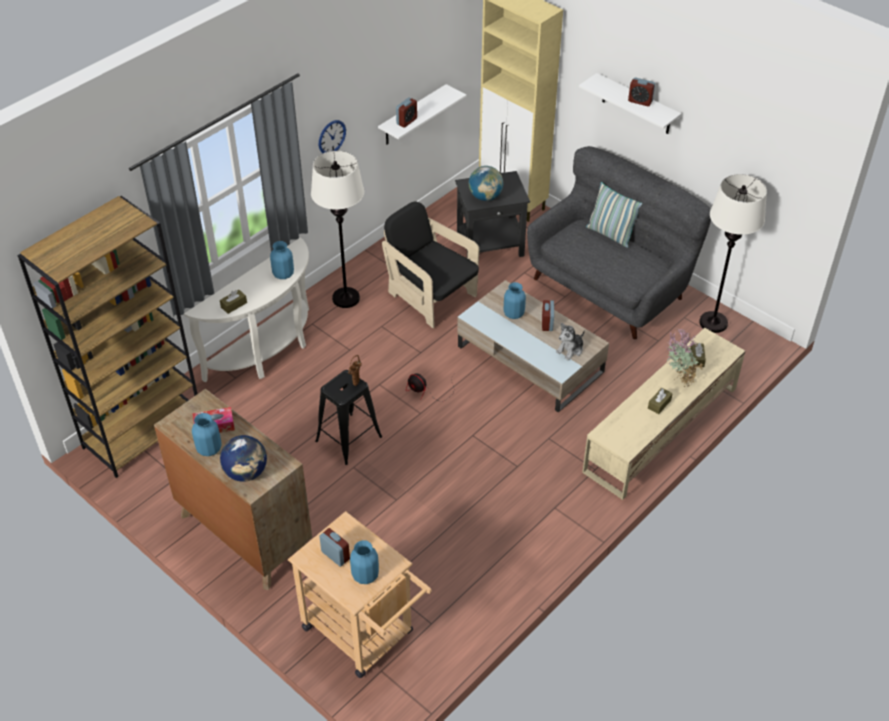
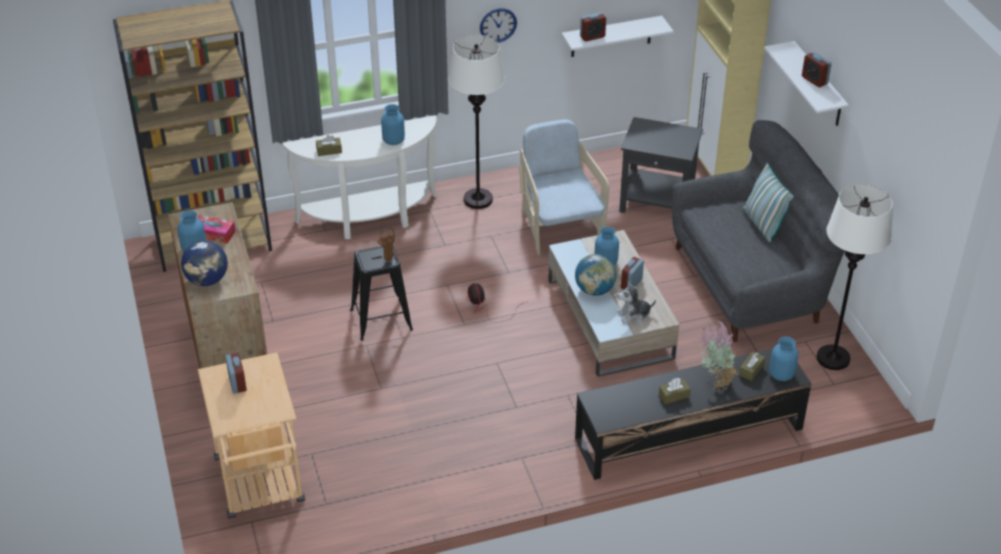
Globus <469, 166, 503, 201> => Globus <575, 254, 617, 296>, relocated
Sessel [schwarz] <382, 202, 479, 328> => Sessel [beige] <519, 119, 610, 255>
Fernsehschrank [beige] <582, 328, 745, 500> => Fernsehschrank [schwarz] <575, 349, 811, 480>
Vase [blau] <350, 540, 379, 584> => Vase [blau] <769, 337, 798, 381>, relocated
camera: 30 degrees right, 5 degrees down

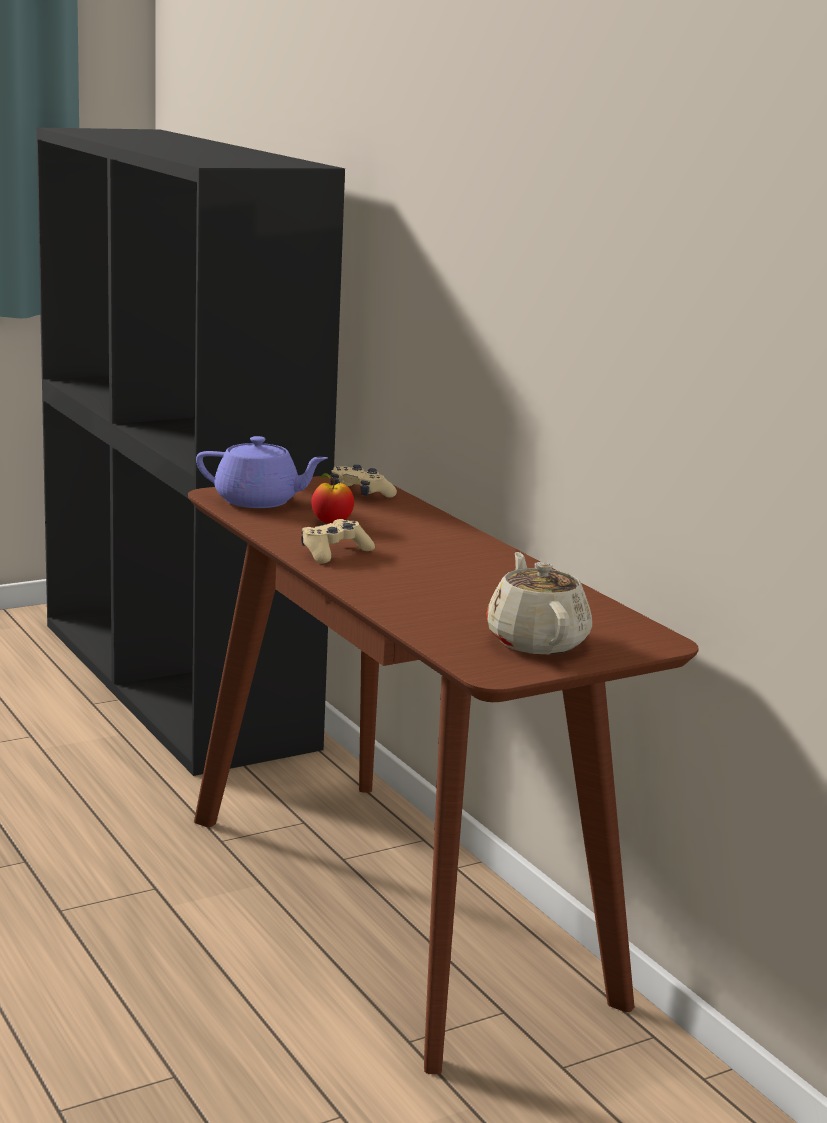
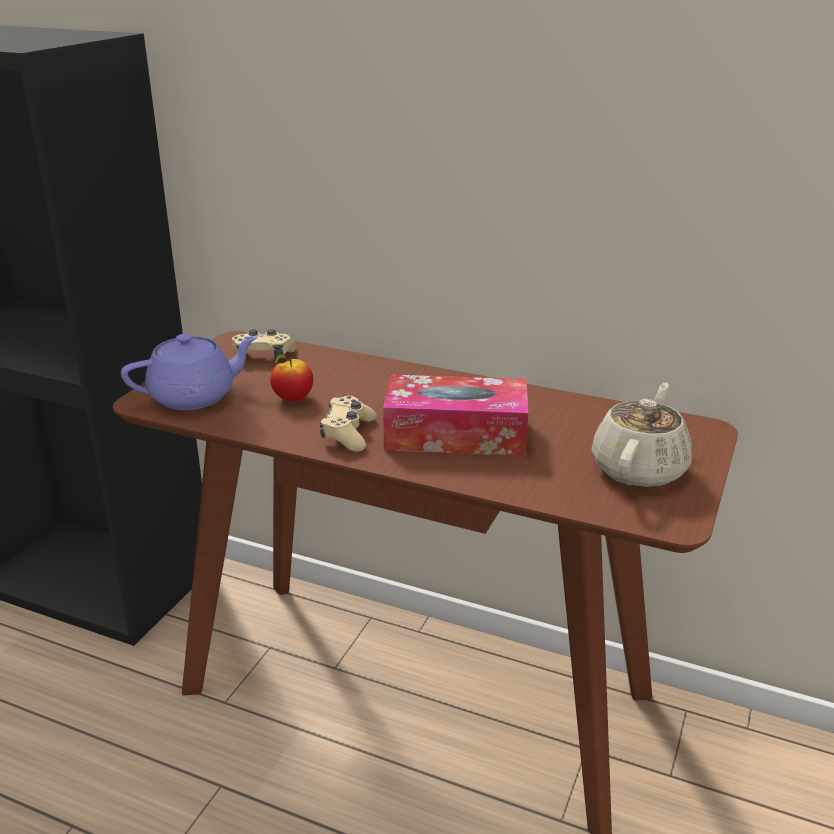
Teekanne [beige] <487, 552, 592, 654> => Teekanne [beige] <591, 383, 692, 488>, 75 degrees clockwise
nothing => Taschentuchbox <383, 374, 528, 456>
camera: 35 degrees left, 10 degrees up

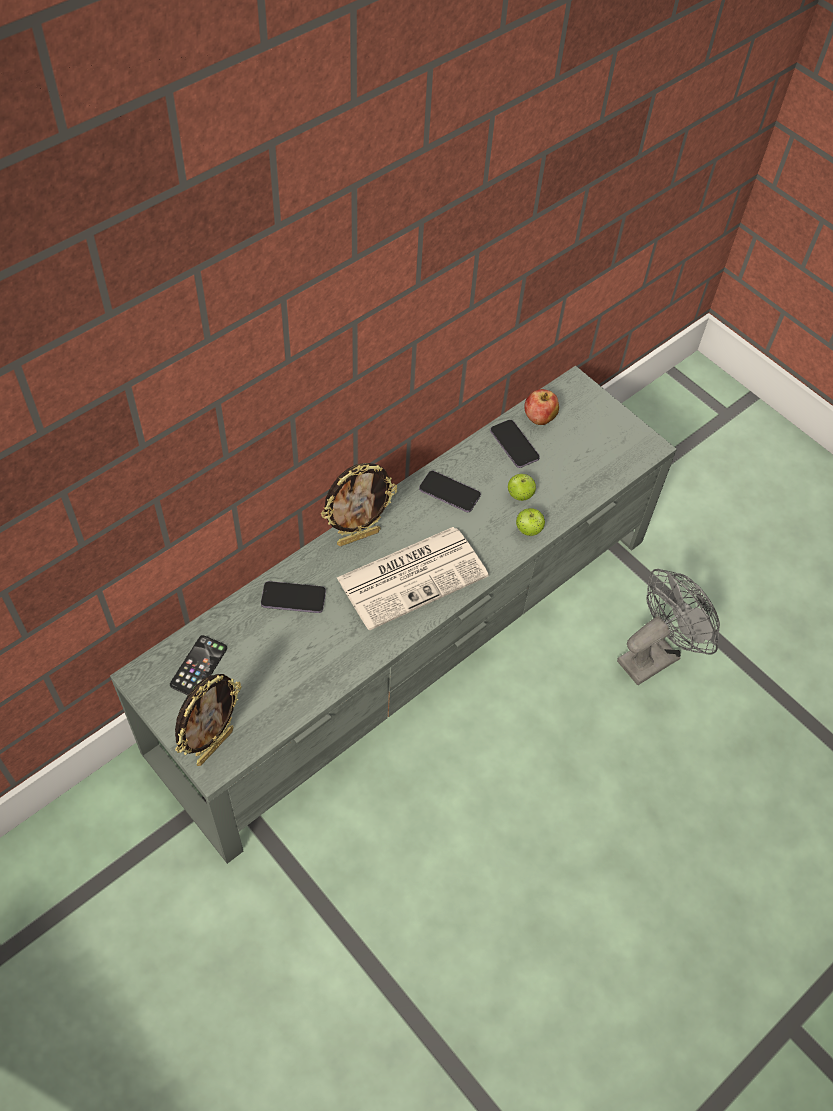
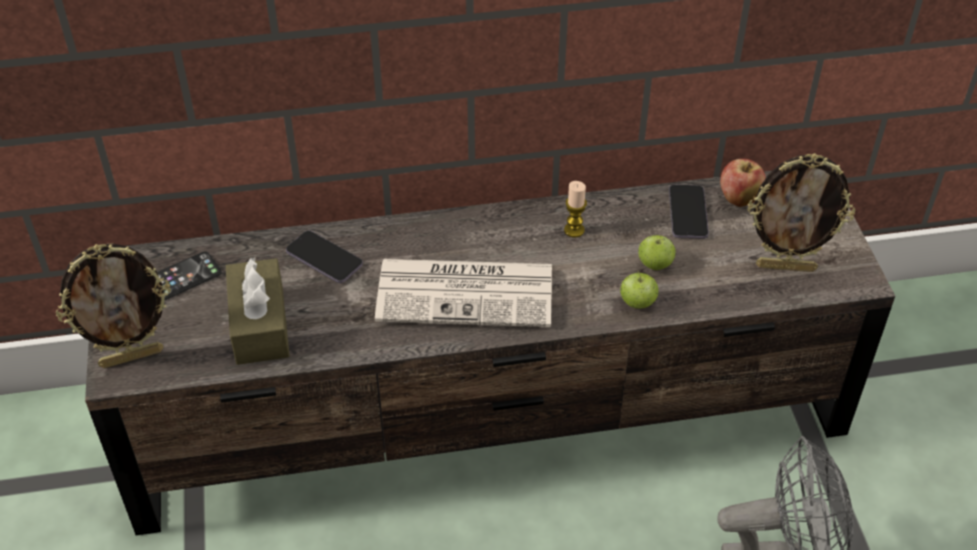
Fernsehschrank [grau] <110, 366, 677, 864> => Fernsehschrank [braun] <85, 171, 895, 535>
Bilderrahmen <321, 463, 398, 546> => Bilderrahmen <748, 153, 855, 272>, relocated
Handy <419, 471, 481, 512> => Kerze <564, 181, 587, 237>
nothing => Taschentuchbox [braun] <226, 257, 290, 365>
camera: 35 degrees right, 10 degrees down

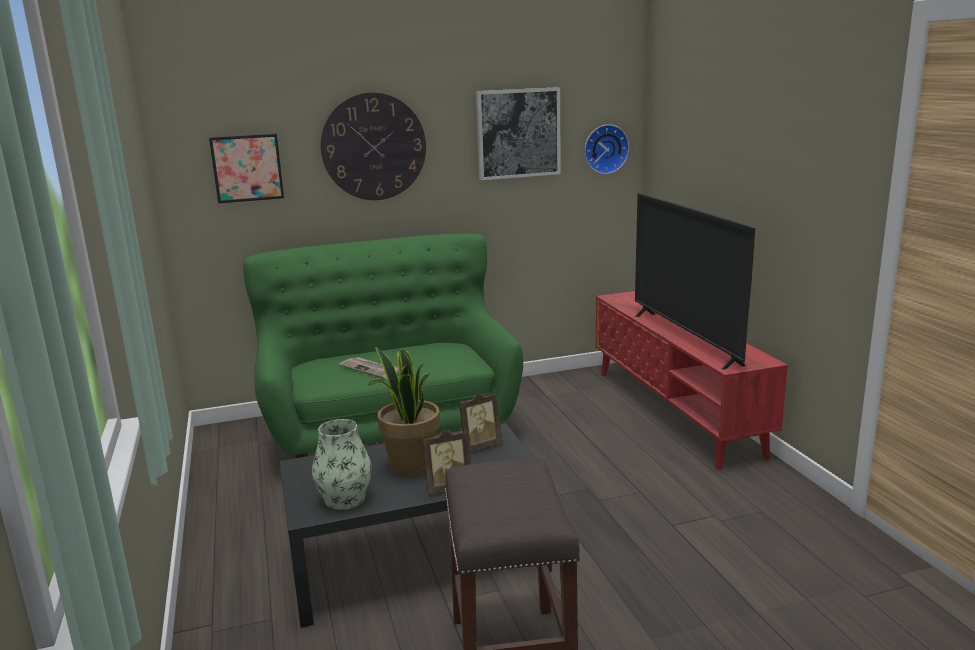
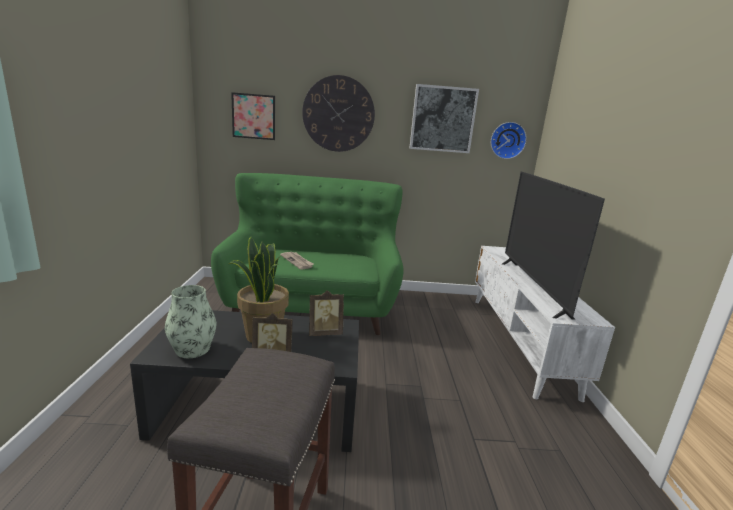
Fernsehschrank [rot] <596, 291, 788, 470> => Fernsehschrank [weiß] <475, 246, 615, 402>
camera: 15 degrees right, 0 degrees up

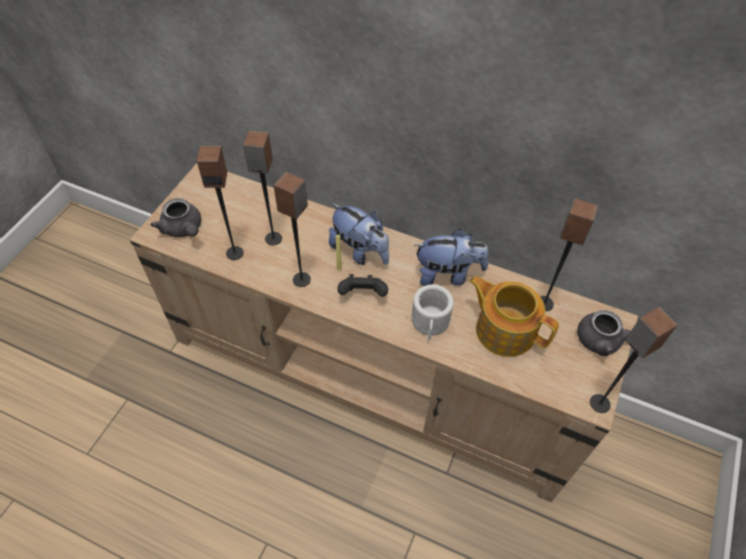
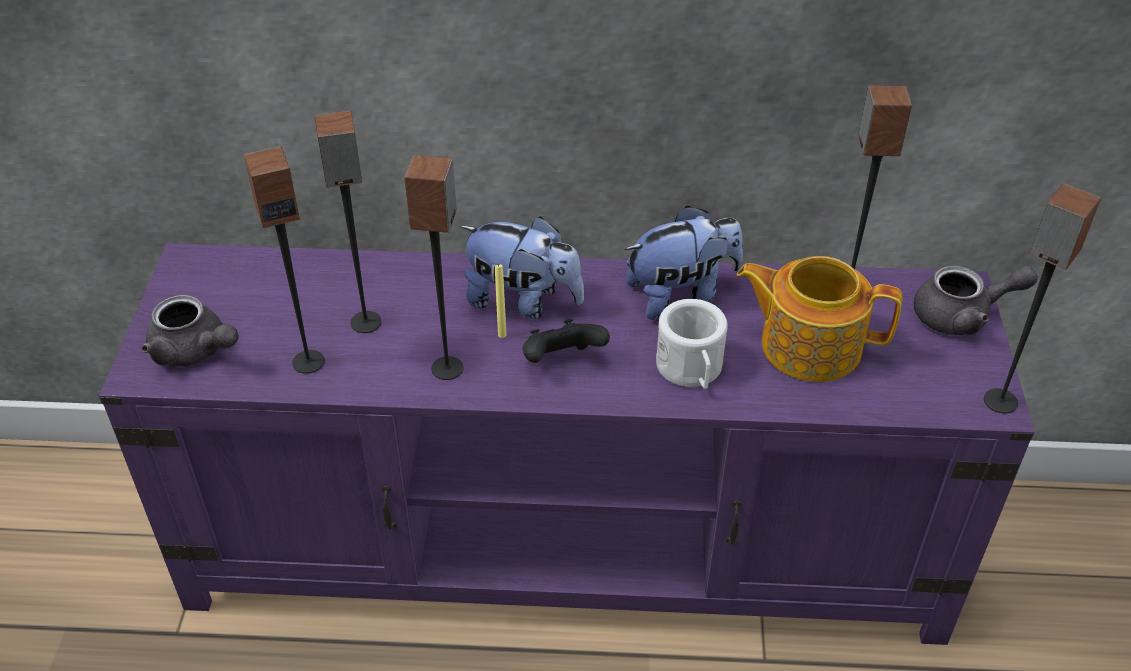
Fernsehschrank [beige] <130, 163, 638, 502> => Fernsehschrank [lila] <99, 243, 1035, 645>
camera: 20 degrees left, 10 degrees down

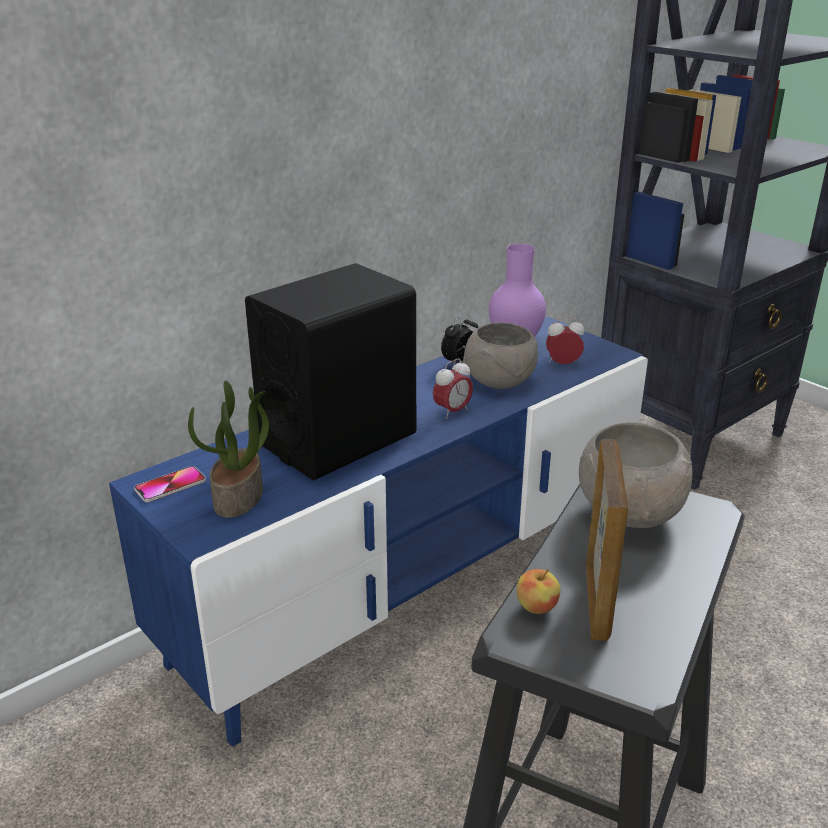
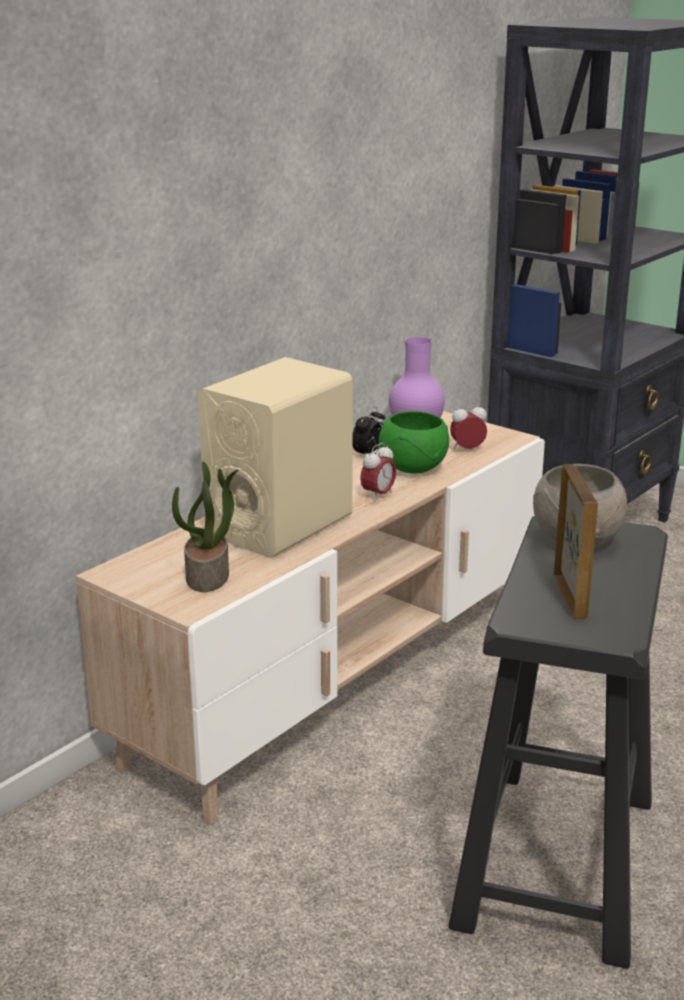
Lautsprecher [schwarz] <245, 263, 416, 480> => Lautsprecher [beige] <198, 357, 352, 558>
Fernsehschrank [blau] <109, 316, 648, 747> => Fernsehschrank [beige] <76, 411, 545, 825>
Schüssel [grau] <463, 323, 538, 389> => Schüssel [grün] <378, 411, 449, 473>
Handy <134, 466, 206, 502> => nothing
Apfel <517, 569, 560, 614> => nothing
camera: 10 degrees left, 5 degrees down

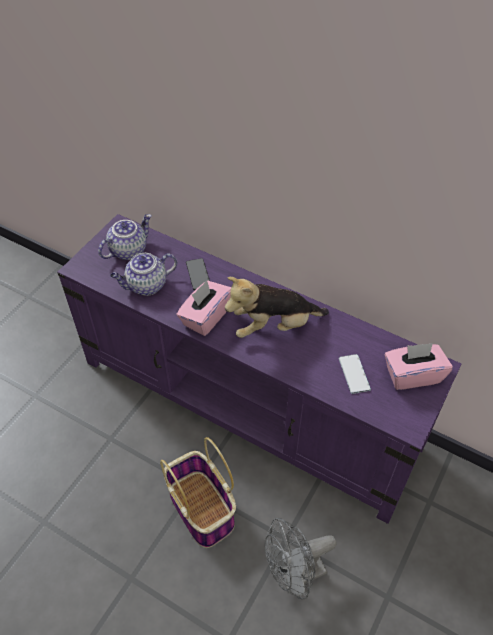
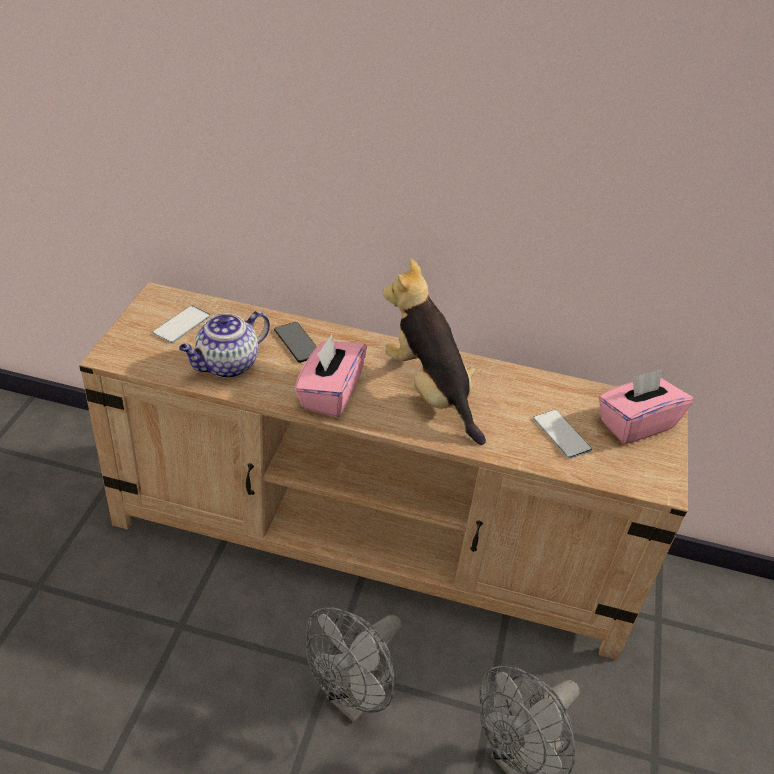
Fernsehschrank [lila] <57, 214, 462, 524> => Fernsehschrank [beige] <79, 282, 688, 660>
Teekanne <98, 214, 152, 260> => Handy <153, 306, 211, 343>
Plüschtier <225, 277, 329, 338> => Plüschtier <383, 259, 486, 445>, 90 degrees clockwise
Korb <160, 437, 236, 548> => Ventilator [grau] <306, 606, 402, 722>
camera: 20 degrees left, 10 degrees down

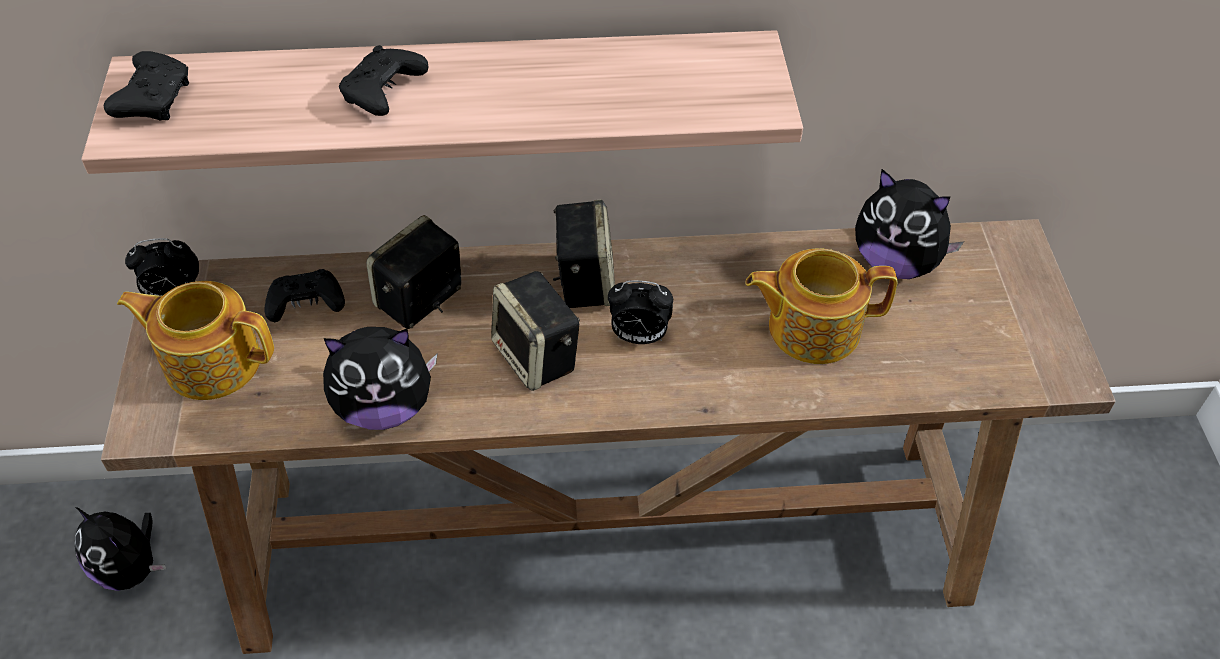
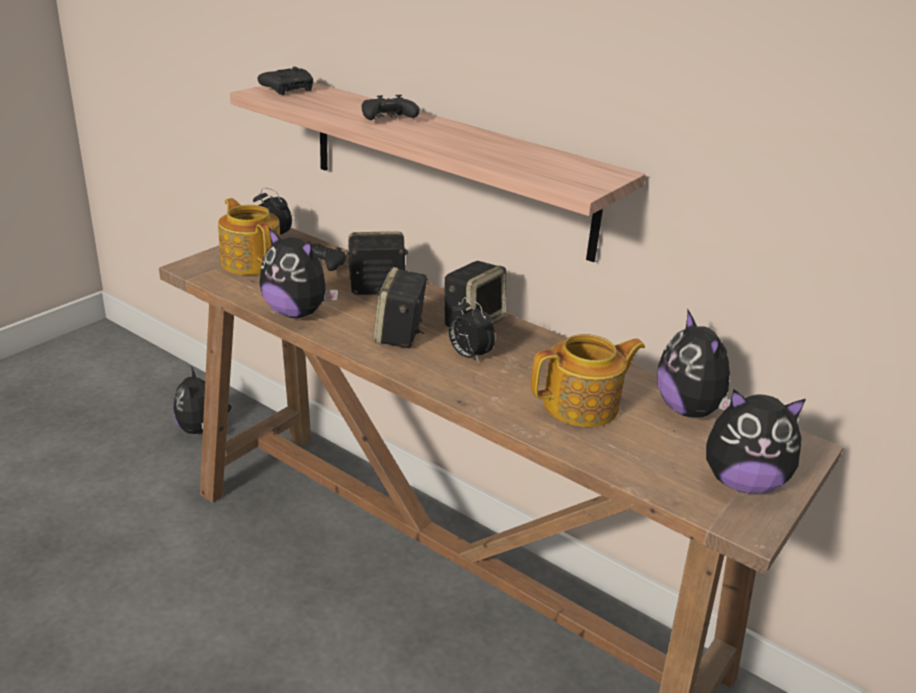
Teekanne <746, 248, 897, 364> => Teekanne <531, 334, 645, 427>, 120 degrees clockwise
nothing => Plüschtier <706, 389, 806, 494>
camera: 40 degrees right, 20 degrees down

